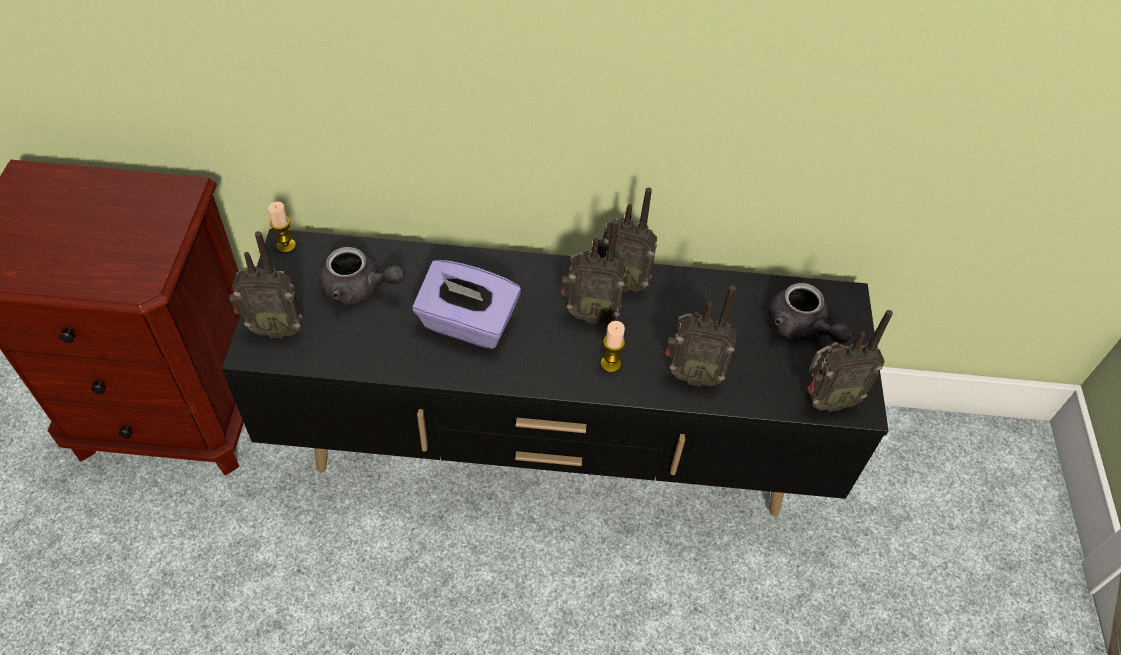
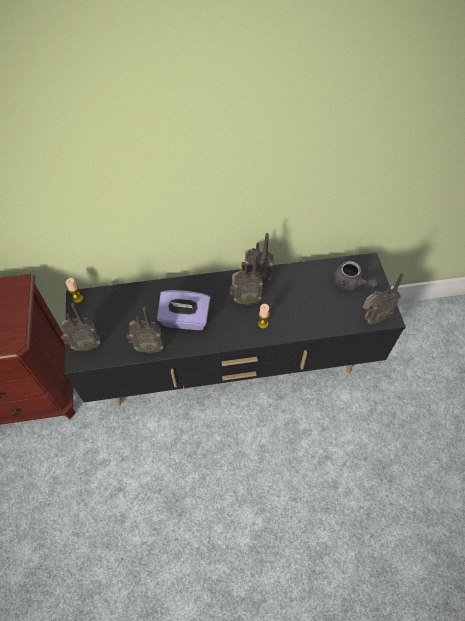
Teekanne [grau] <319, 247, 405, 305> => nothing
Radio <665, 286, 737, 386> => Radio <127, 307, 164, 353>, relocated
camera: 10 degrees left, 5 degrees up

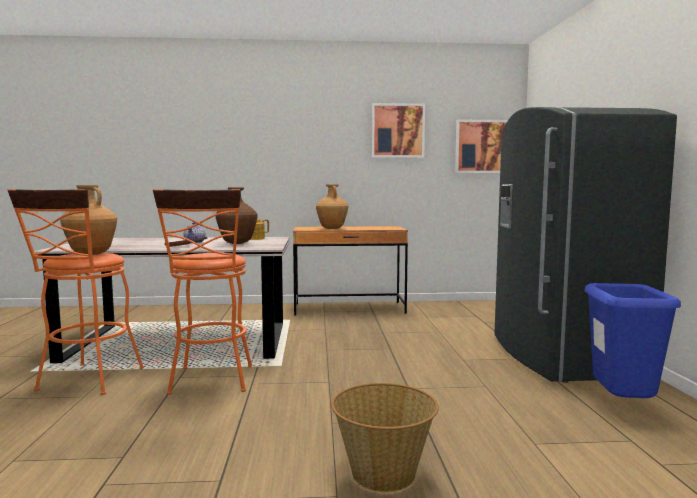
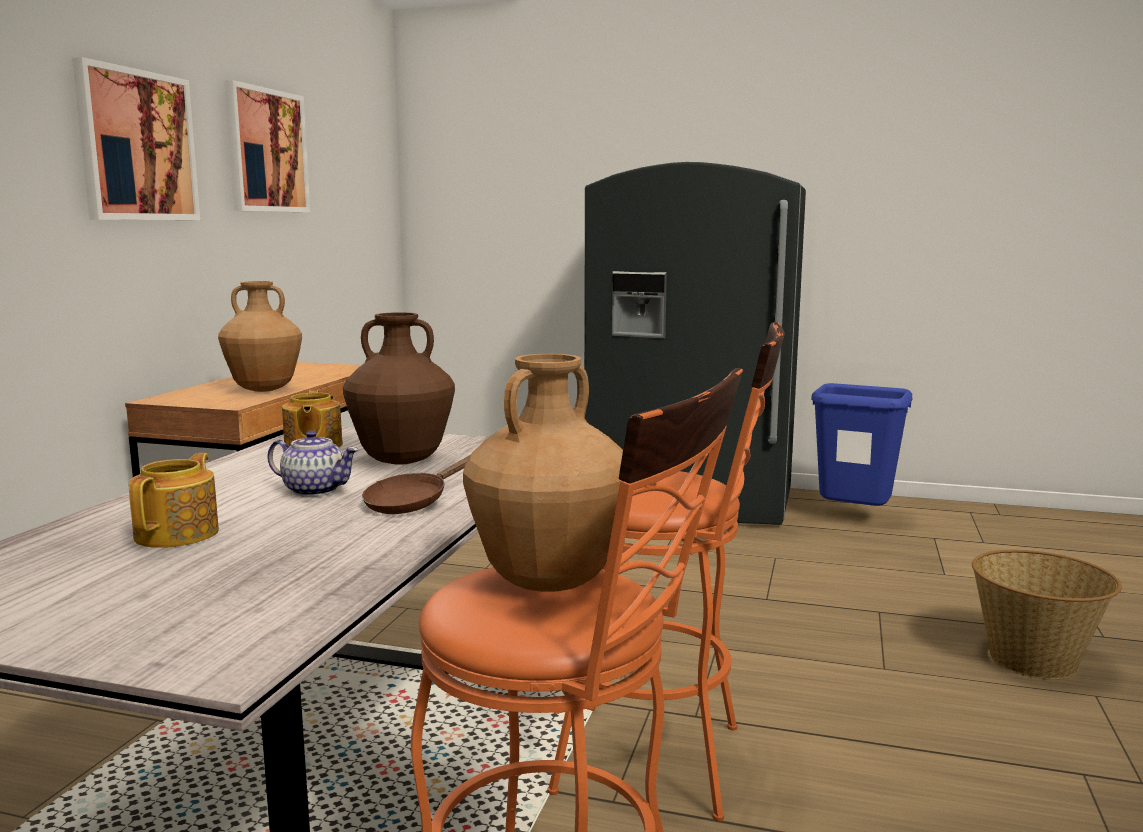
Bild <455, 120, 508, 173> => Bild <72, 57, 200, 220>, relocated
nothing => Teekanne <129, 453, 219, 548>
camera: 70 degrees left, 5 degrees up

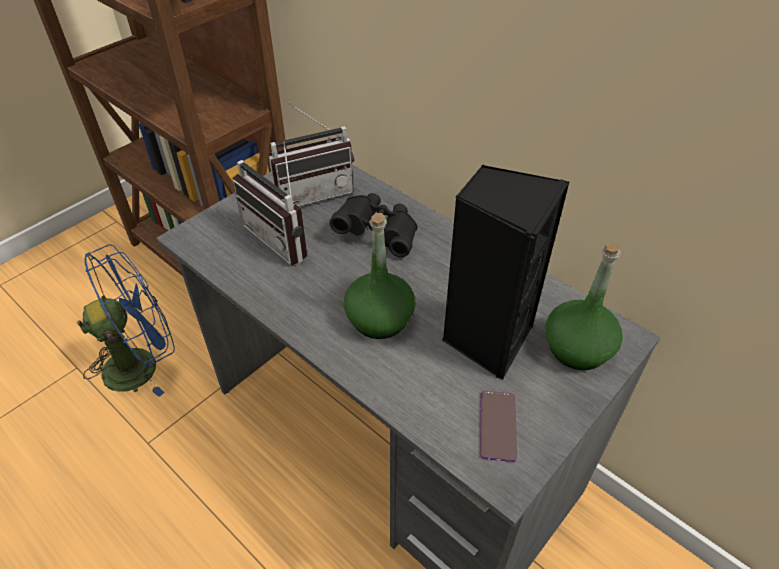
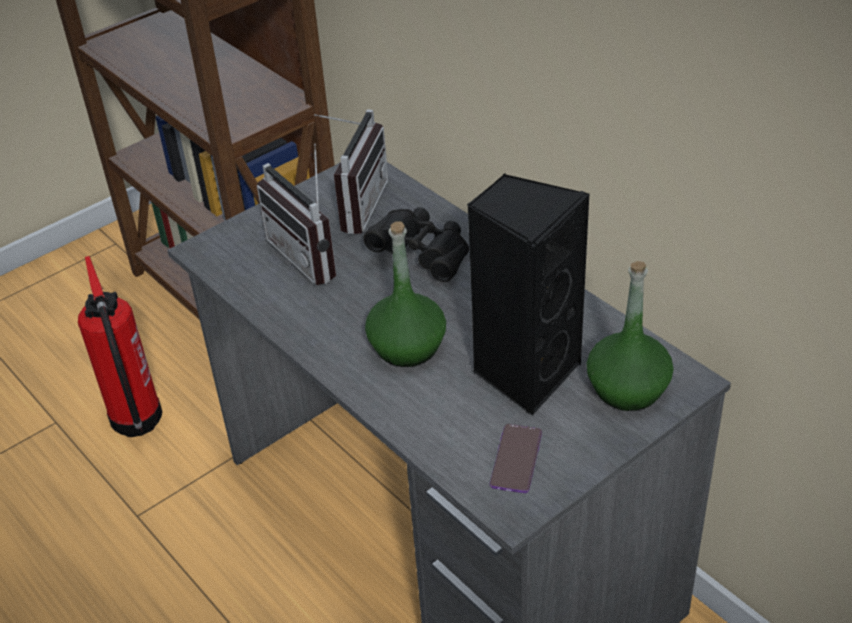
Radio <269, 102, 355, 206> => Radio <314, 109, 388, 235>, 60 degrees counterclockwise
Ventilator [blau] <76, 244, 175, 397> => Feuerlöscher <78, 256, 162, 437>
camera: 10 degrees right, 5 degrees down

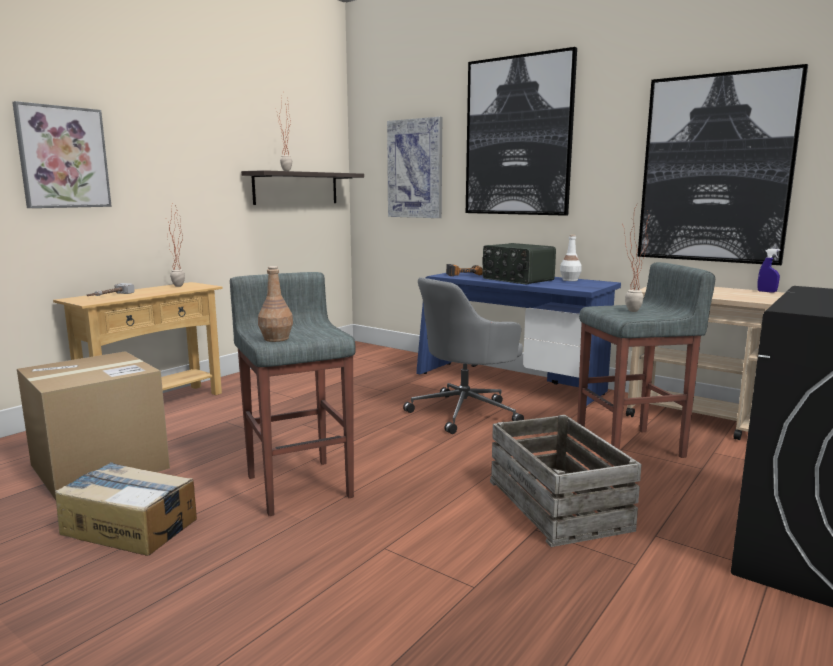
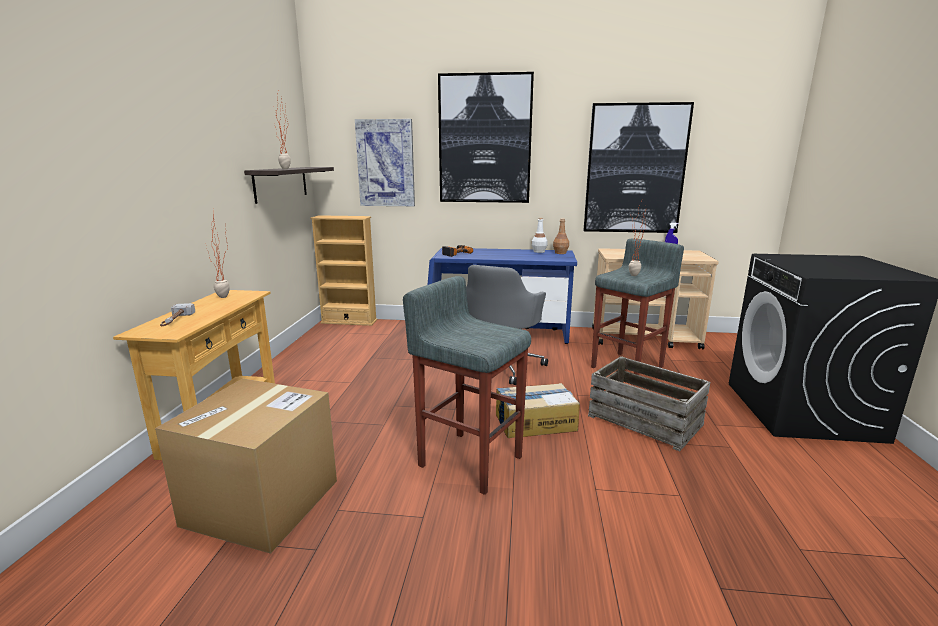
Bild <12, 101, 112, 208> => nothing
Radio <482, 243, 556, 284> => nothing
Flasche [braun] <258, 266, 293, 342> => Flasche [braun] <553, 219, 569, 254>, relocated
Karton <55, 462, 197, 556> => Karton <496, 383, 580, 438>, relocated
nothing => Bücherregal [beige] <310, 215, 377, 326>
camera: 30 degrees left, 5 degrees up

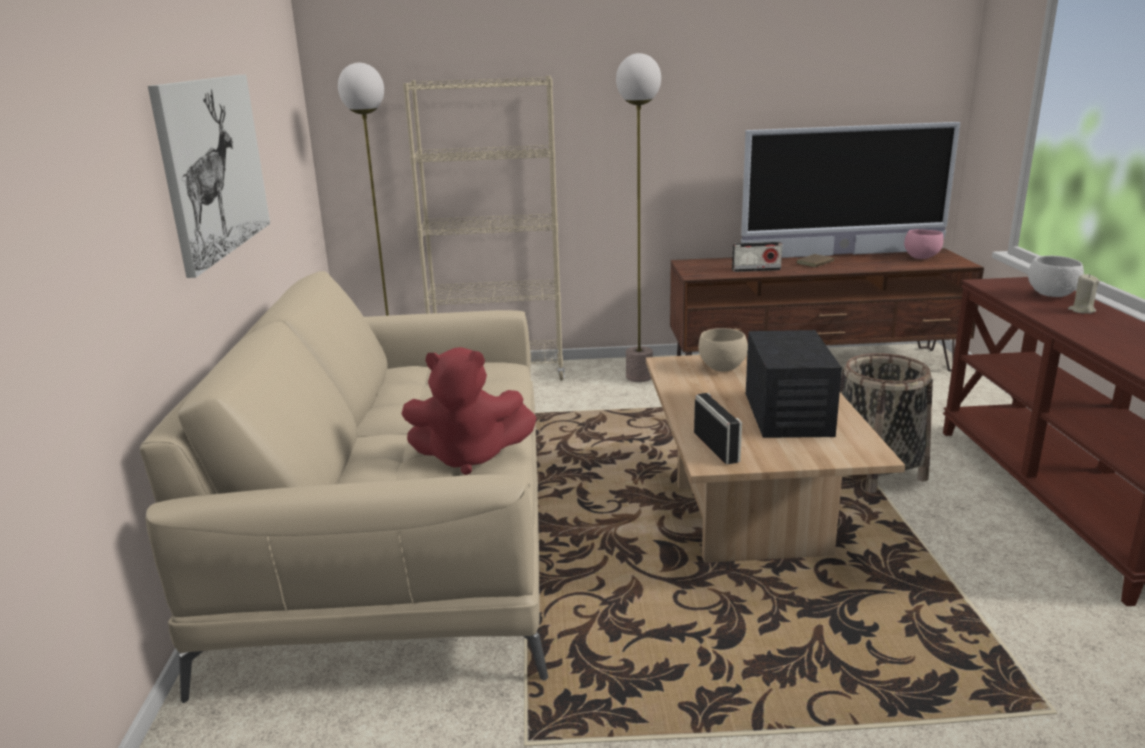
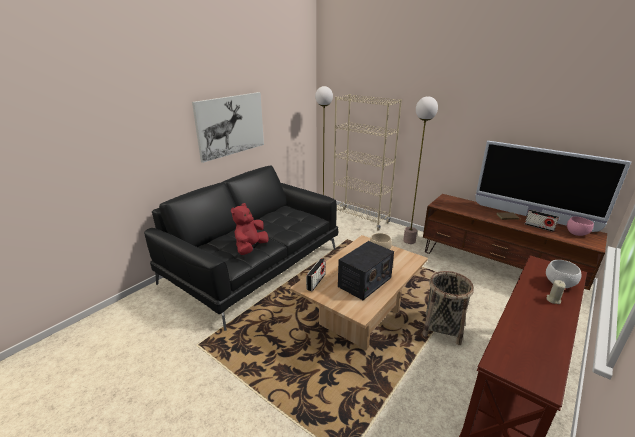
Radio <732, 242, 782, 272> => Radio <525, 210, 559, 232>, relocated
Sofa [beige] <140, 271, 548, 703> => Sofa [schwarz] <144, 165, 338, 331>
Plüschtier [rot] <401, 347, 537, 475> => Plüschtier [rot] <231, 203, 269, 255>, 75 degrees clockwise
camera: 40 degrees right, 5 degrees up

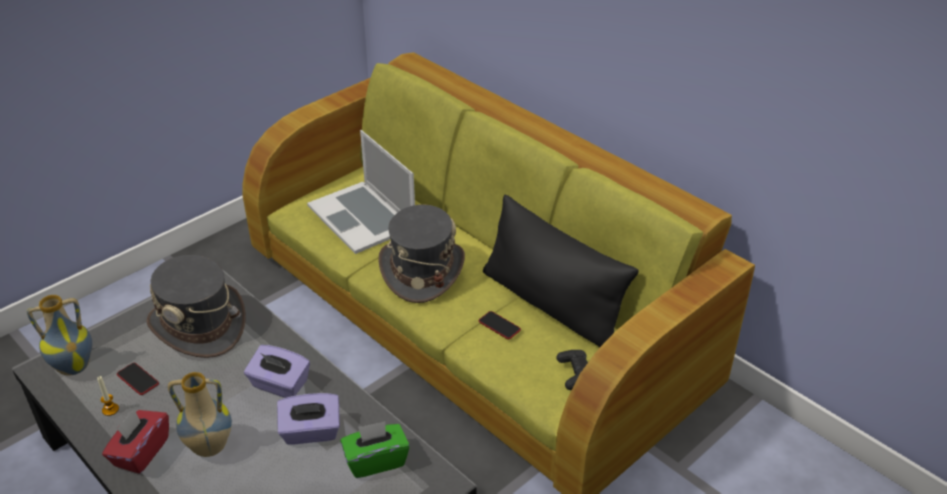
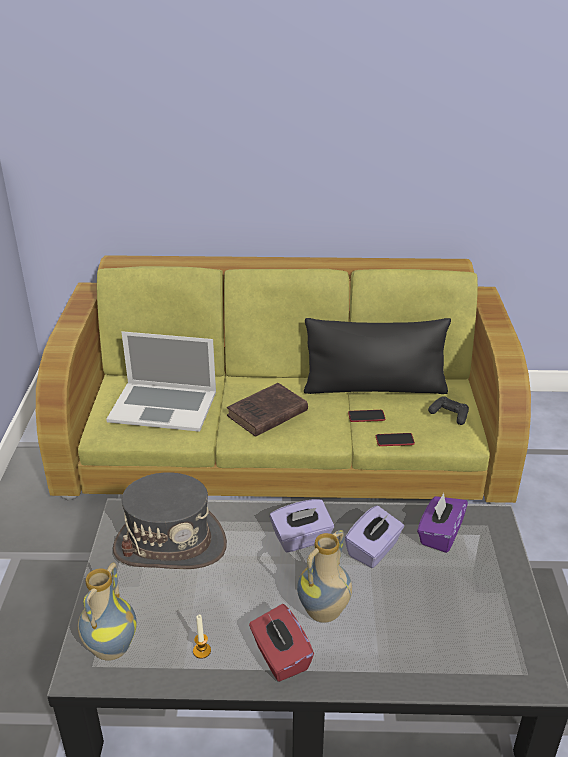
Hut [grau] <378, 204, 465, 303> => Buch [braun] <227, 383, 308, 437>
Handy <117, 363, 159, 395> => Handy <376, 433, 415, 446>, relocated
Taschentuchbox [grün] <341, 421, 410, 478> => Taschentuchbox [lila] <417, 493, 468, 553>
camera: 45 degrees left, 5 degrees down

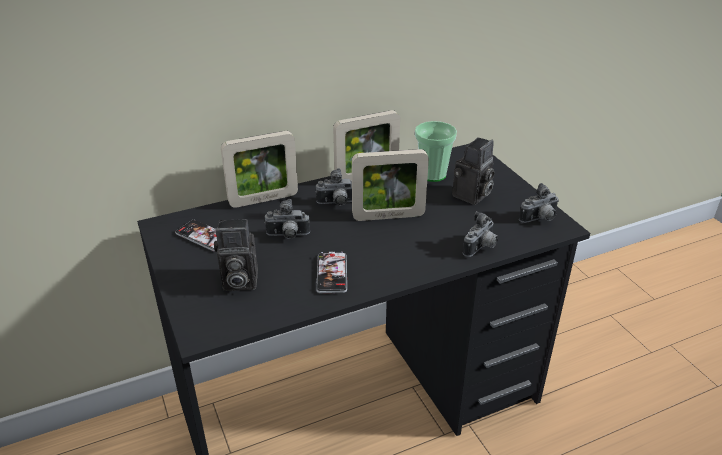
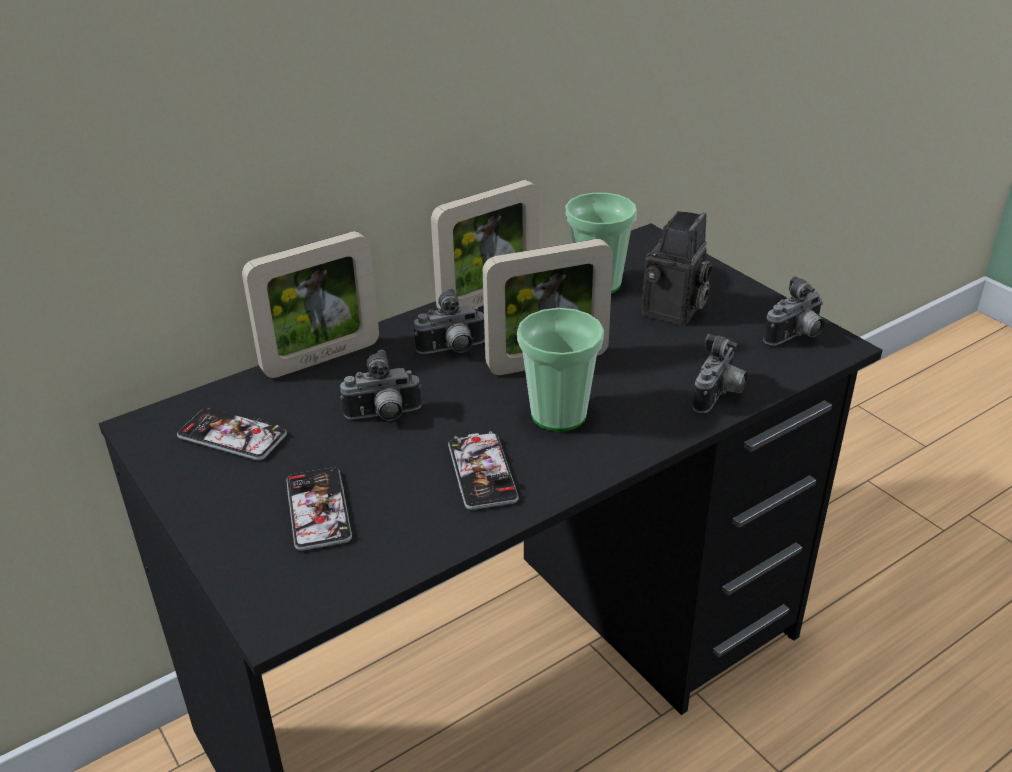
Kamera <214, 219, 258, 291> => Handy <286, 467, 352, 551>
nothing => Tasse <517, 308, 604, 432>
camera: 10 degrees left, 0 degrees up

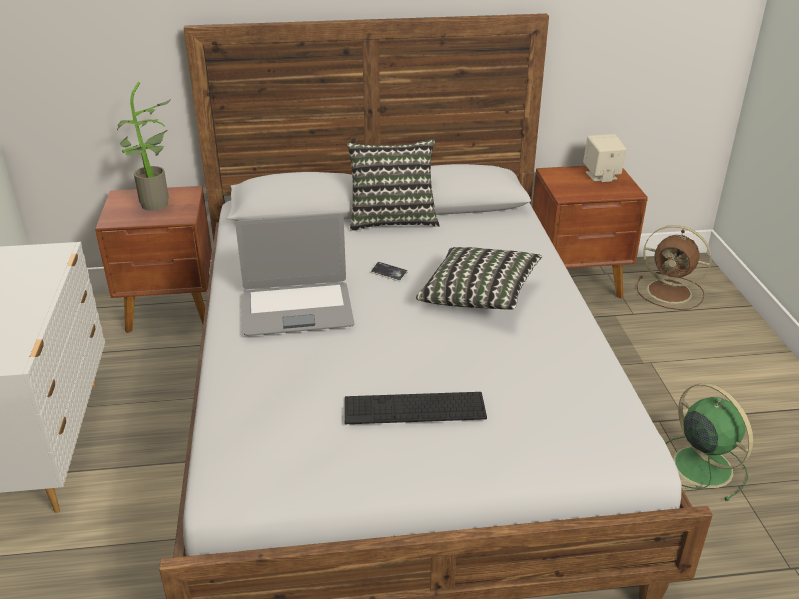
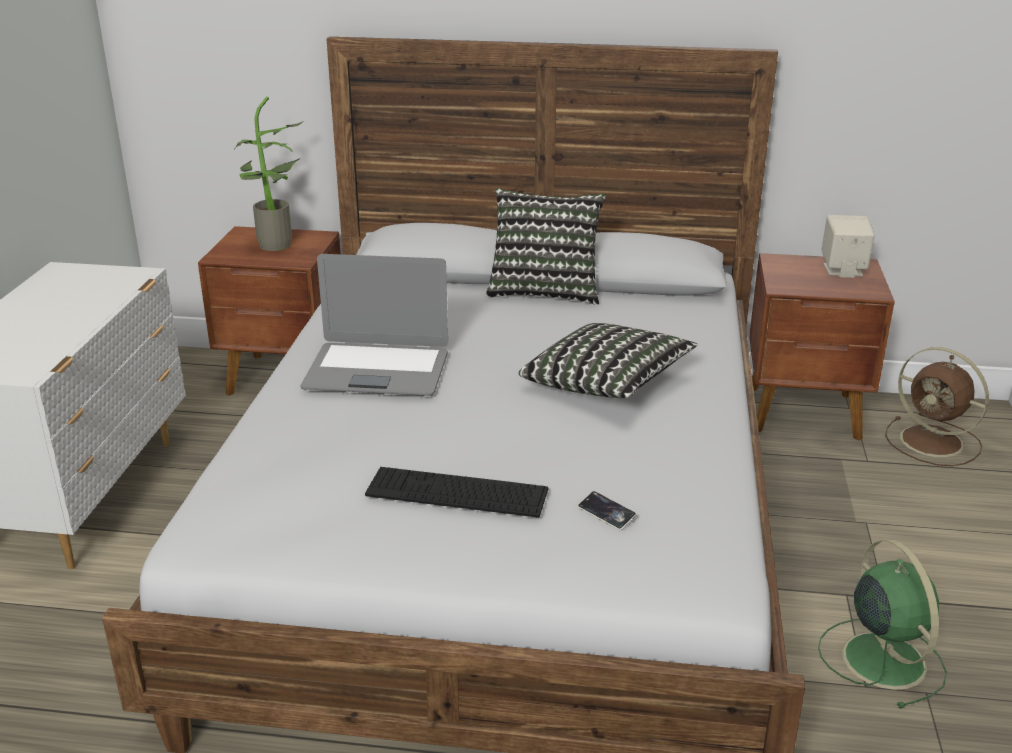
Handy <371, 262, 408, 281> => Handy <578, 491, 637, 530>, relocated
camera: 15 degrees right, 5 degrees down

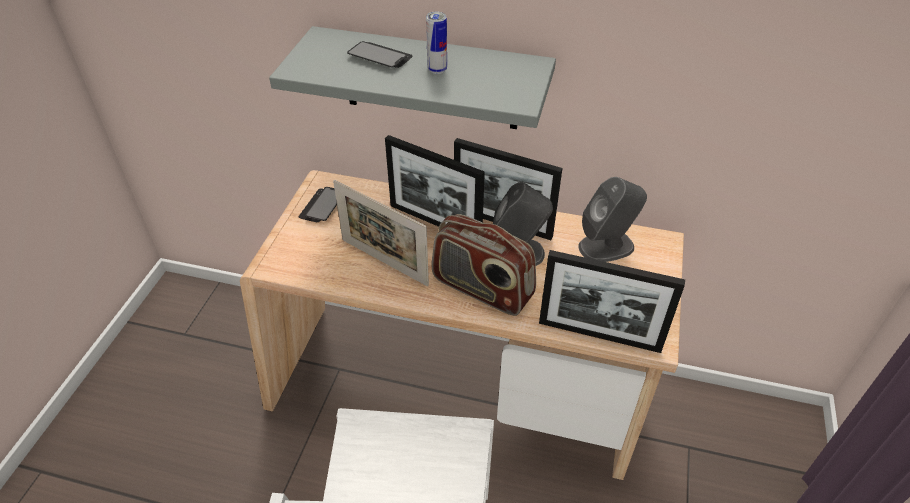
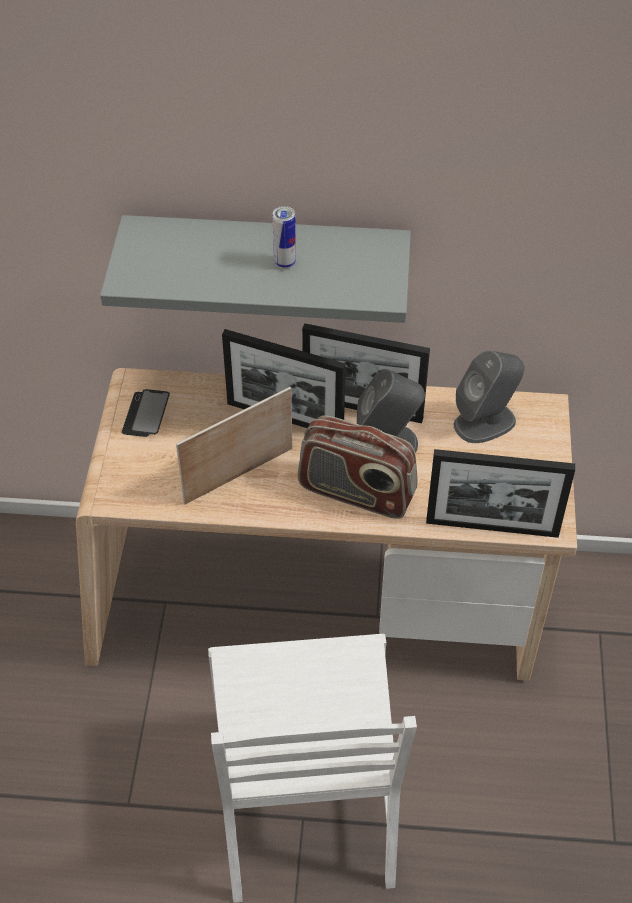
Handy <347, 41, 412, 68> => nothing
Bilderrahmen <333, 180, 429, 286> => Bilderrahmen <176, 387, 293, 505>, 120 degrees clockwise
camera: 10 degrees left, 5 degrees up

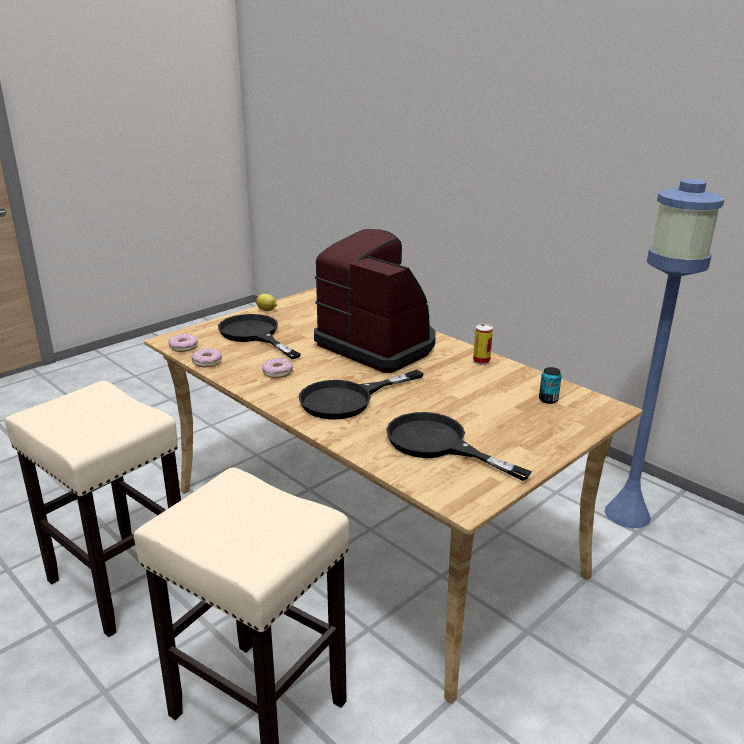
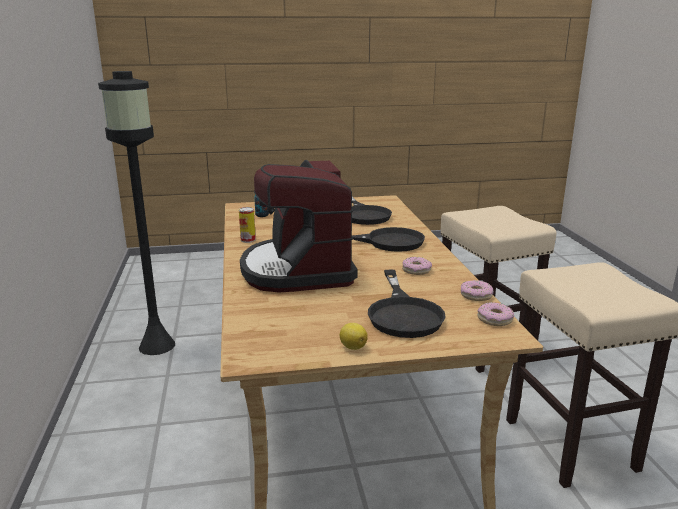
Stehlampe [blau] <605, 179, 725, 528> => Stehlampe [schwarz] <98, 71, 175, 355>
camera: 145 degrees left, 5 degrees down

